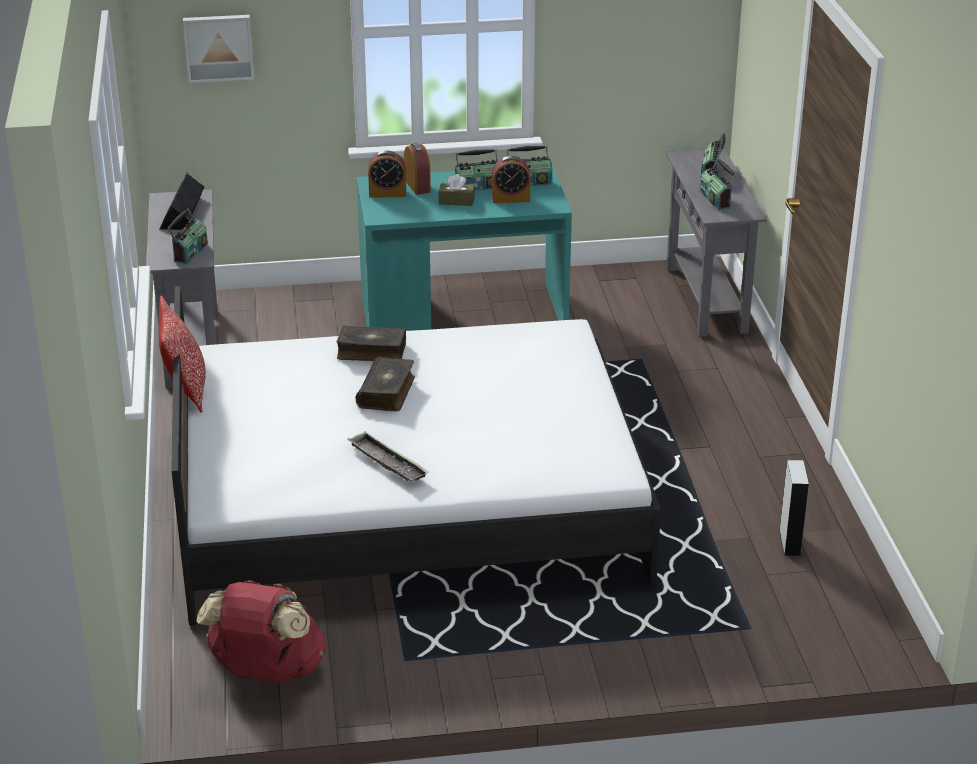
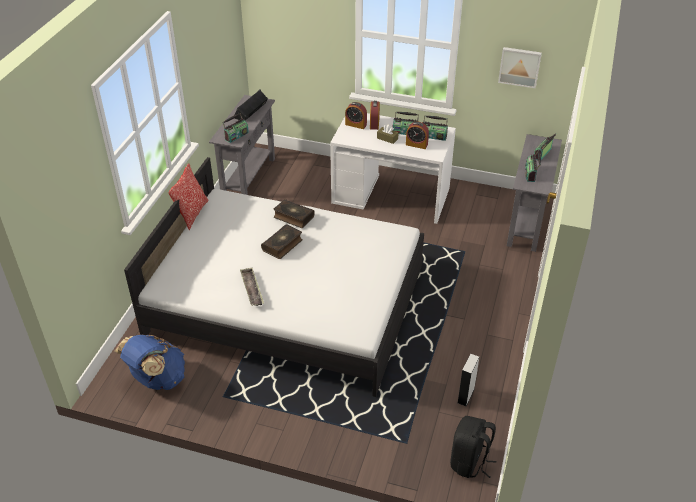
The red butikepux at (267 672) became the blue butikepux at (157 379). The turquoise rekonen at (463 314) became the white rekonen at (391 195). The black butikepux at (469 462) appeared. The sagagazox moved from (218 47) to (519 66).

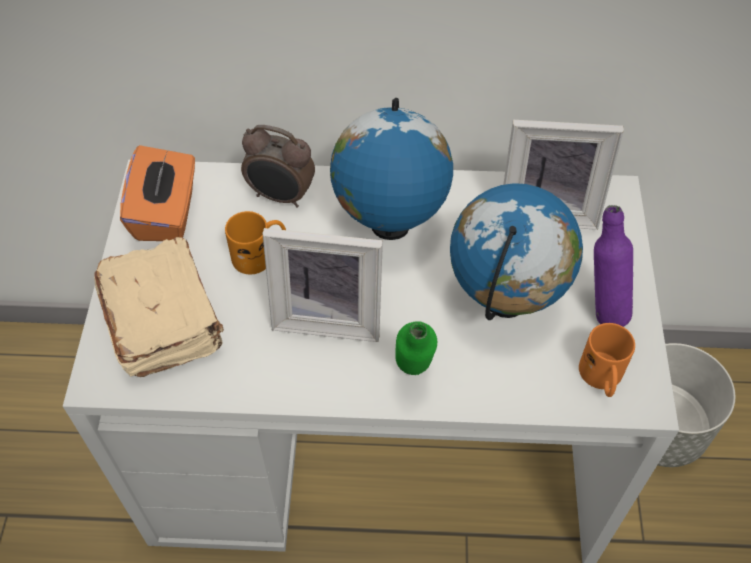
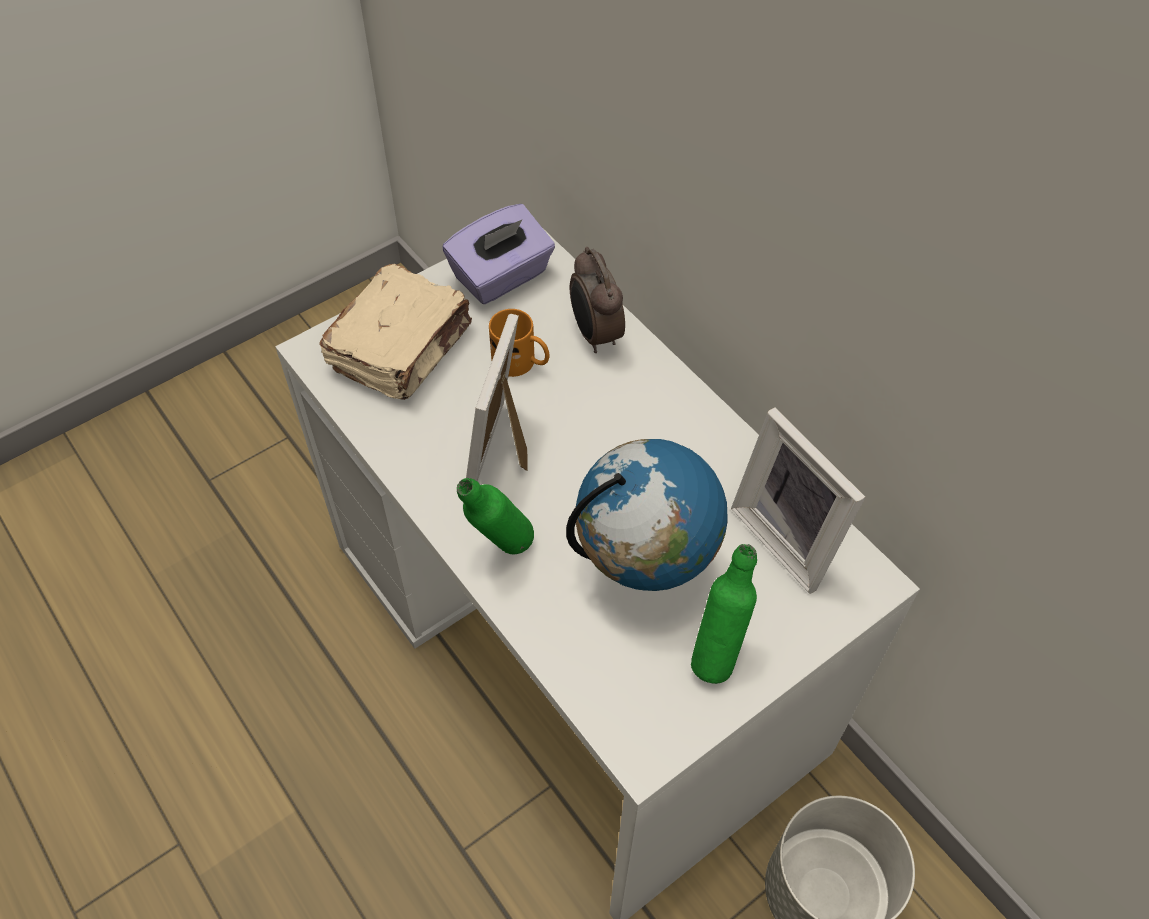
The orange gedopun at (167 213) became the purple gedopun at (501 277). The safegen at (328 316) turned 45 degrees clockwise. The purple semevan at (601 308) became the green semevan at (716 653). The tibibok at (389 226) disappeared. The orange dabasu at (602 378) disappeared.

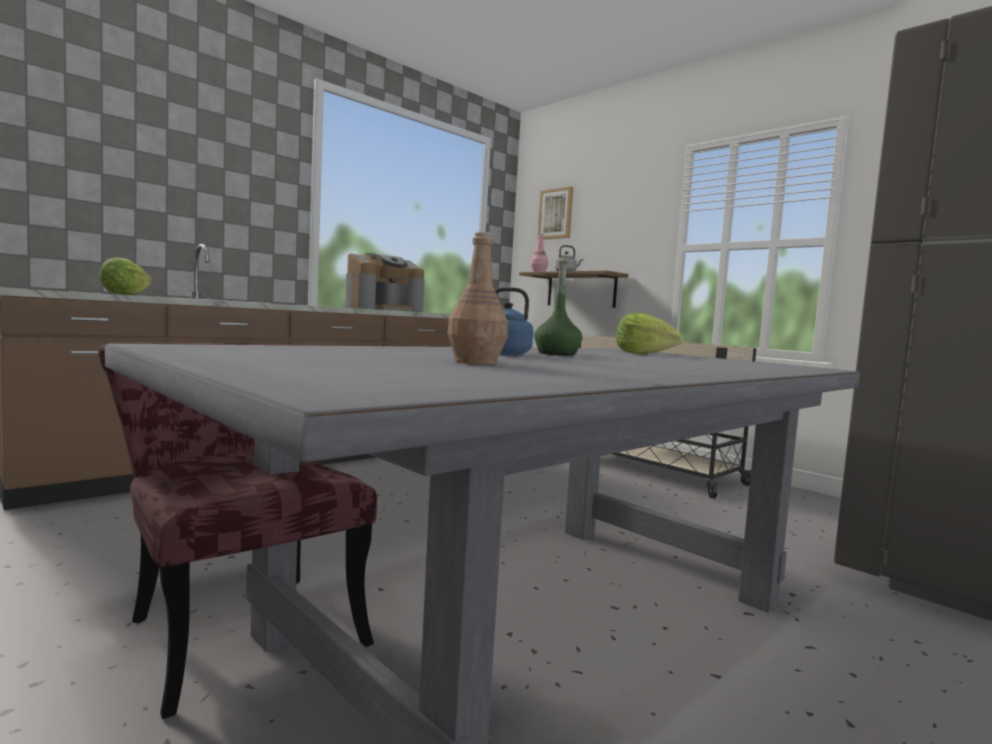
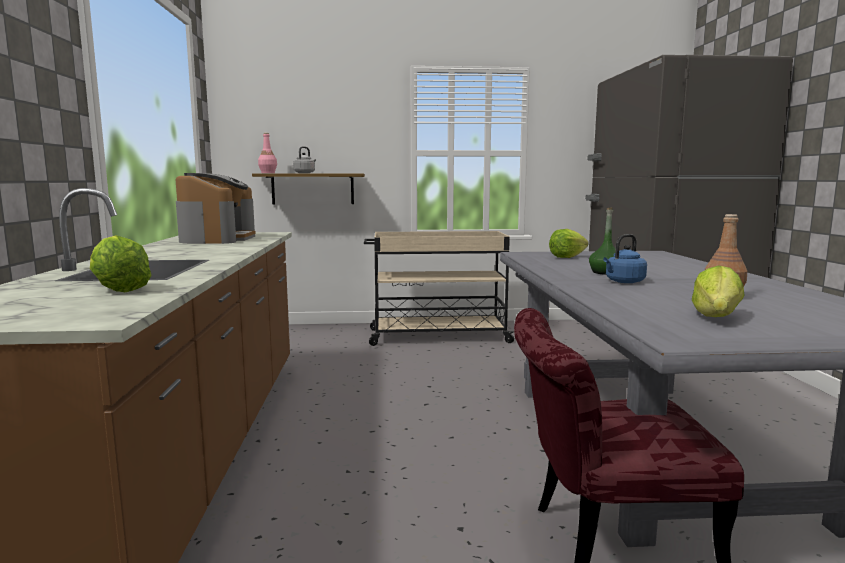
The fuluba at (716 317) appeared. The sagagazox at (556 214) disappeared.

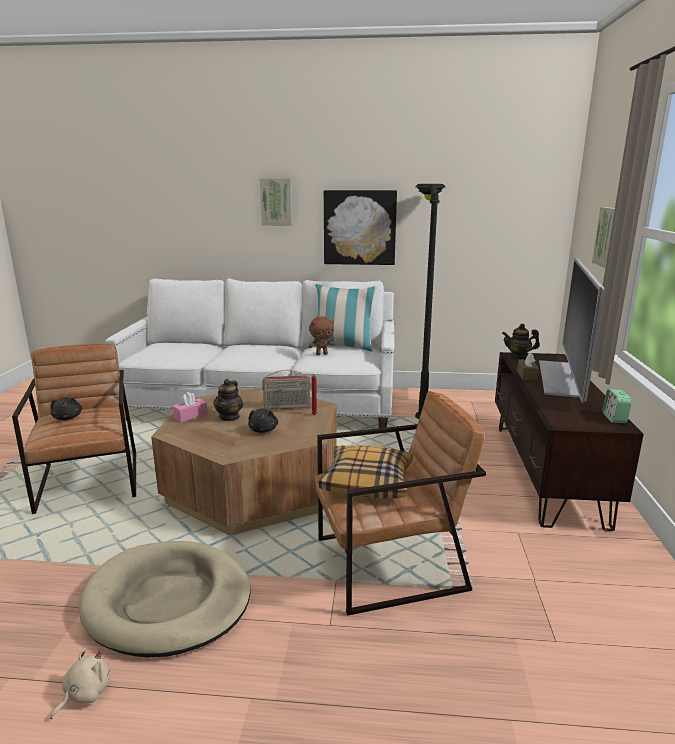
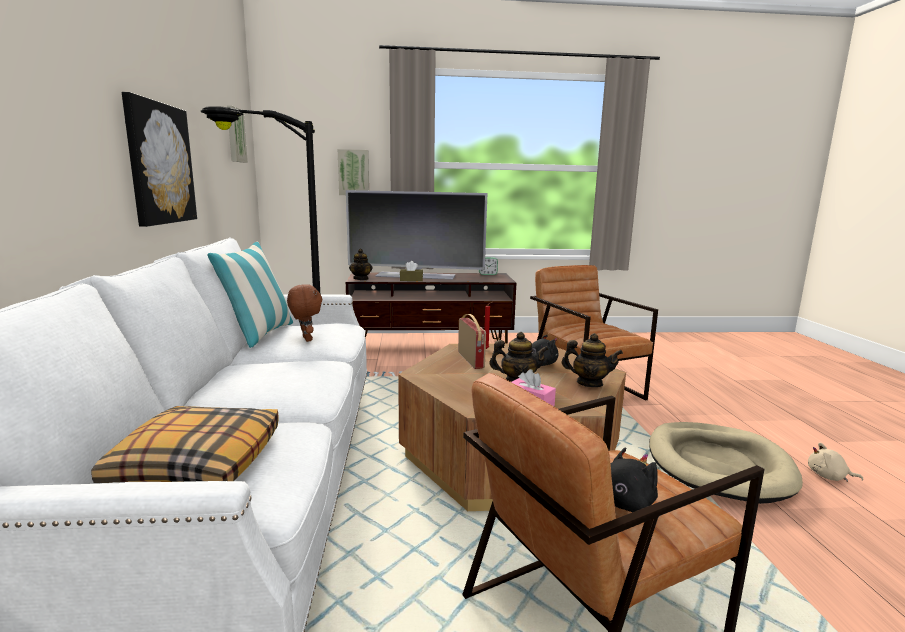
The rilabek moved from (367 481) to (197 461). The sagagazox moved from (276 202) to (235 135). The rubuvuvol at (589 383) appeared.

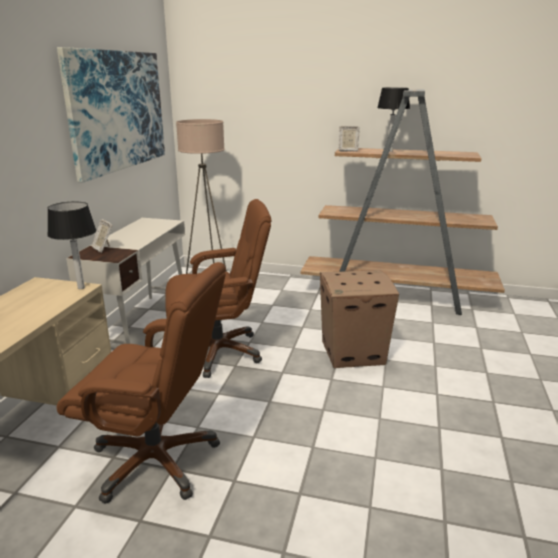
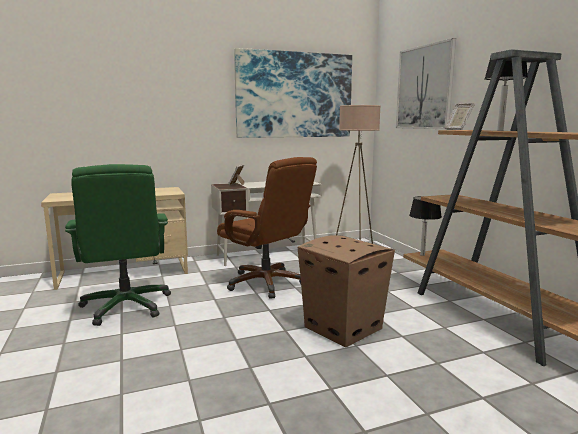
The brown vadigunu at (156 460) became the green vadigunu at (126 306). The sagagazox at (424 87) appeared. The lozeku moved from (81 287) to (422 255).

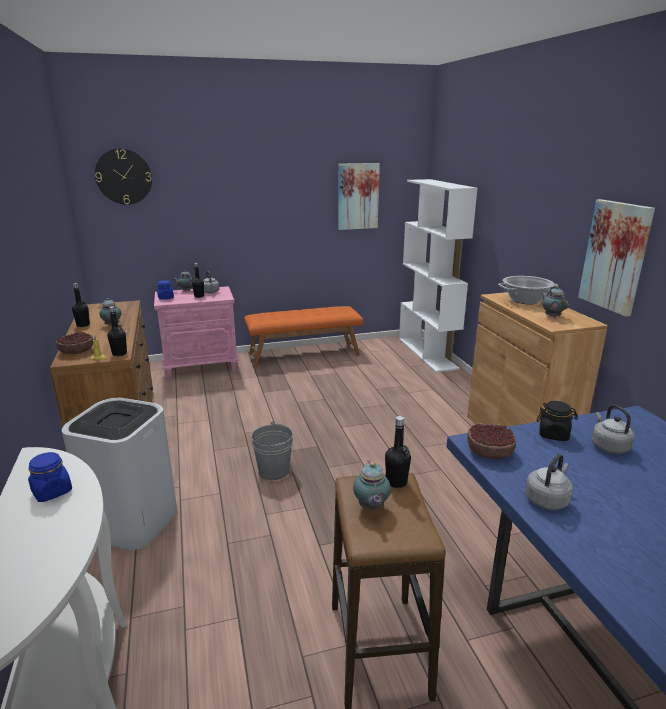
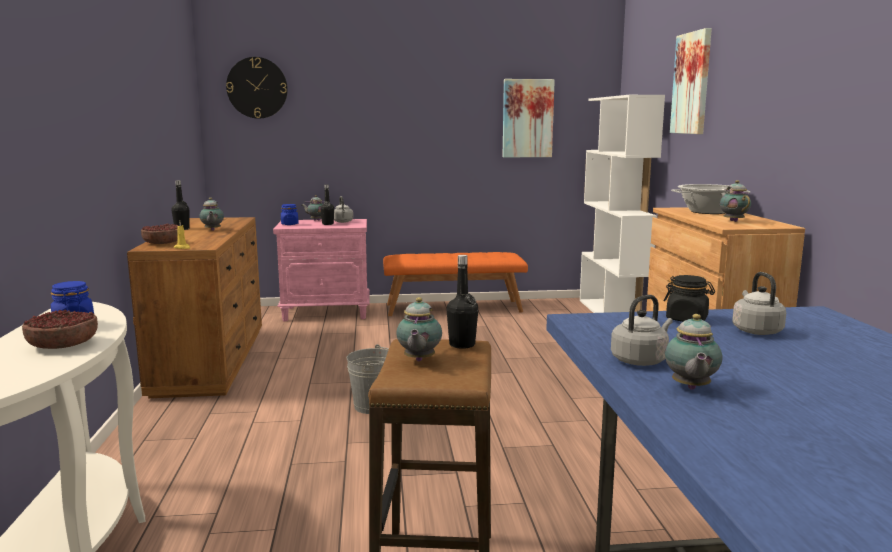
The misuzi moved from (490 451) to (63 345). The rubuvuvol at (690 388) appeared. The sagagazox moved from (615 256) to (692 83). The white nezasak at (132 521) disappeared. The black semevan at (119 353) disappeared.

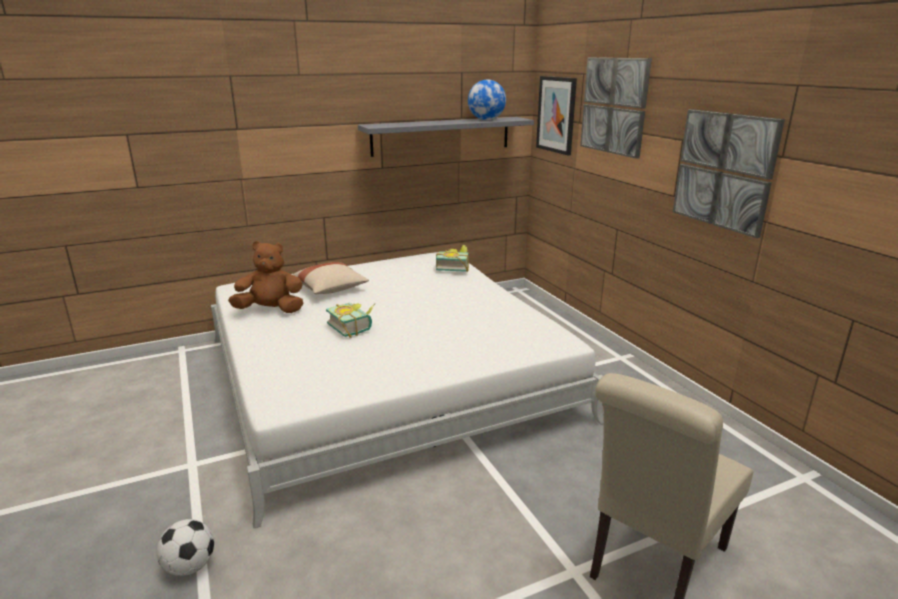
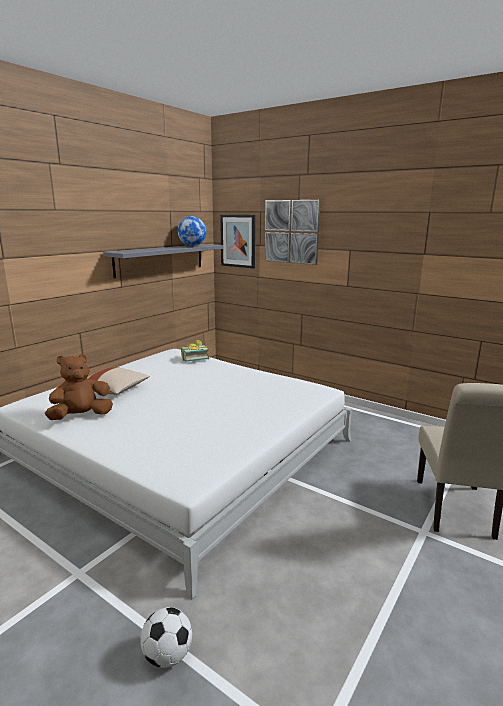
The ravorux at (353 327) disappeared. The sagagazox at (724 170) disappeared.

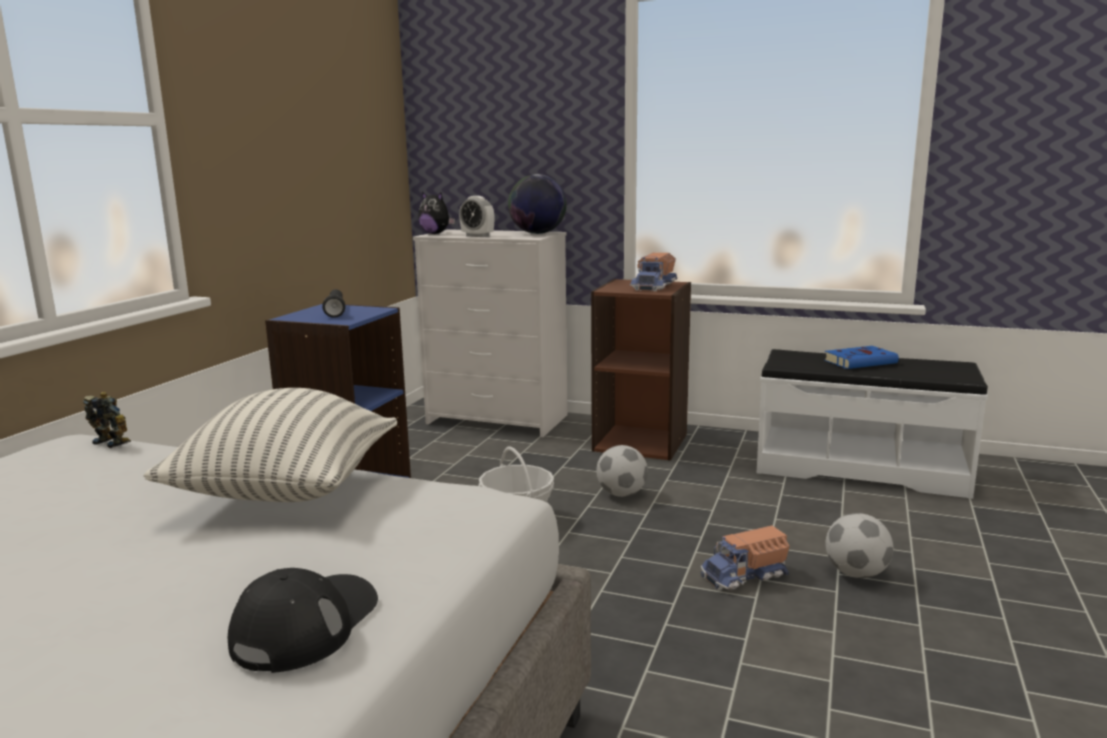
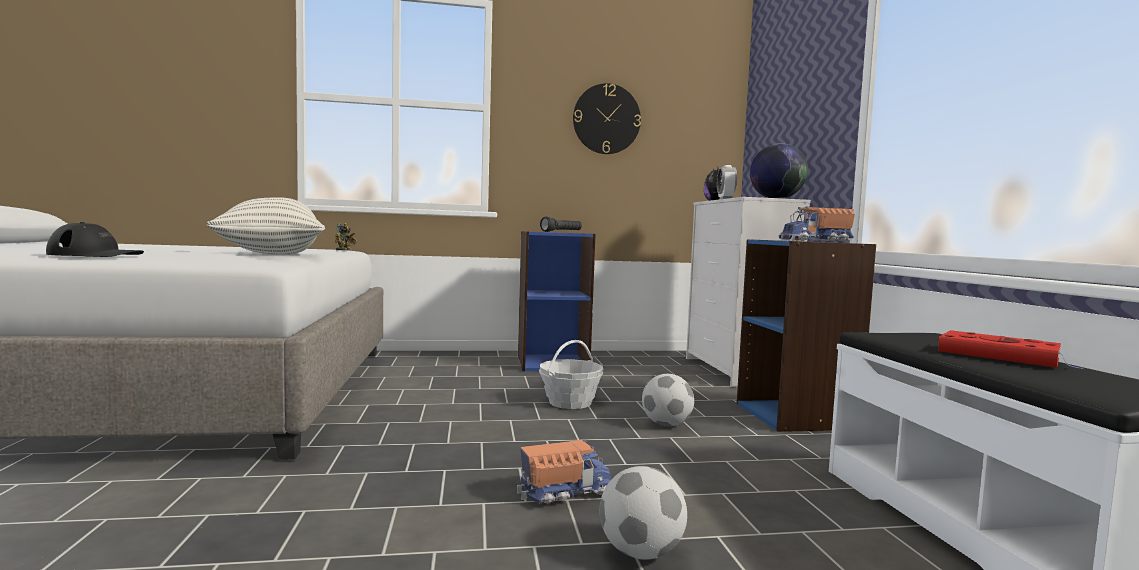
The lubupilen at (745 576) turned 120 degrees clockwise. The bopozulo at (606 119) appeared. The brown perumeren at (641 442) became the blue perumeren at (796 416). The blue ravorux at (861 362) became the red ravorux at (1001 356).

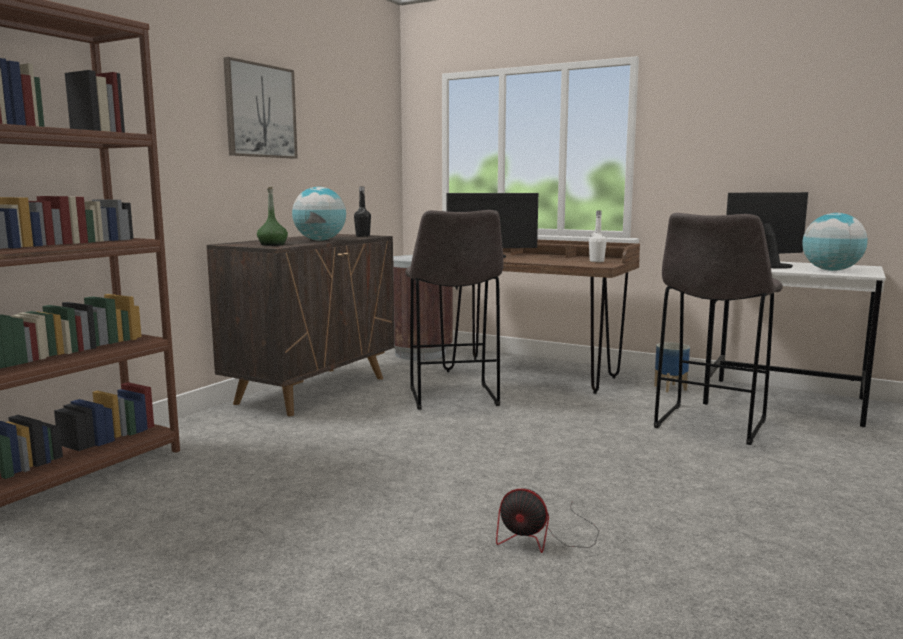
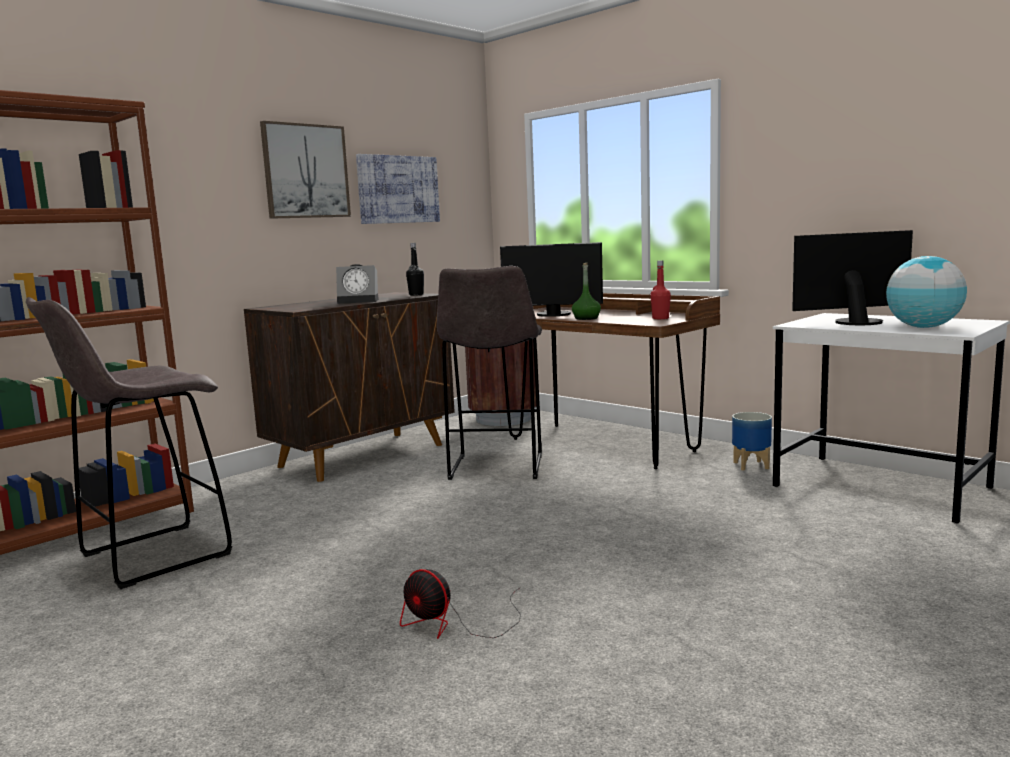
The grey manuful moved from (709 425) to (150 556). The tibibok at (320 240) was replaced by the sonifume at (360 301). The sagagazox at (398 189) appeared. The green semevan moved from (272 245) to (586 318). The white semevan at (596 261) became the red semevan at (660 318).

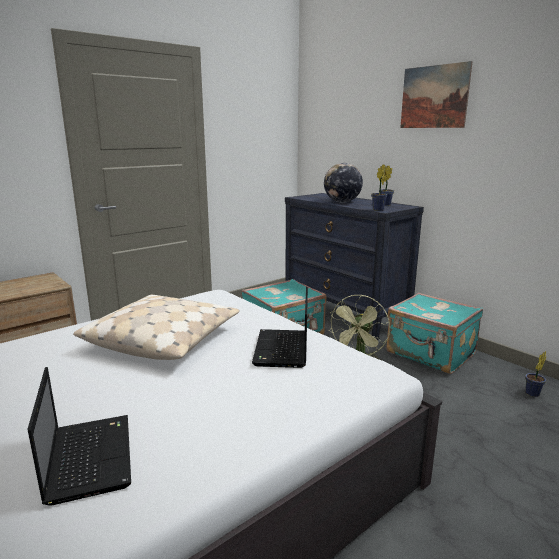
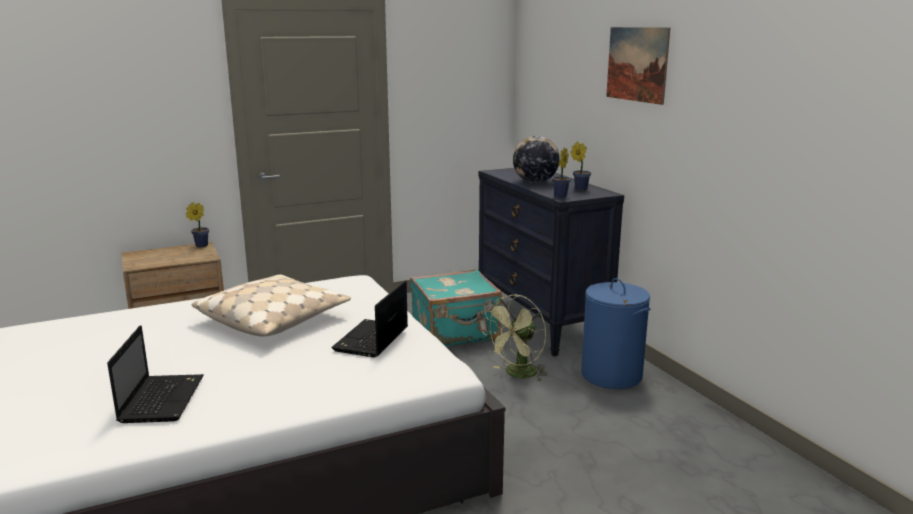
The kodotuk moved from (531 394) to (200 246). The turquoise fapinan at (430 354) was replaced by the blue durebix at (612 375).

